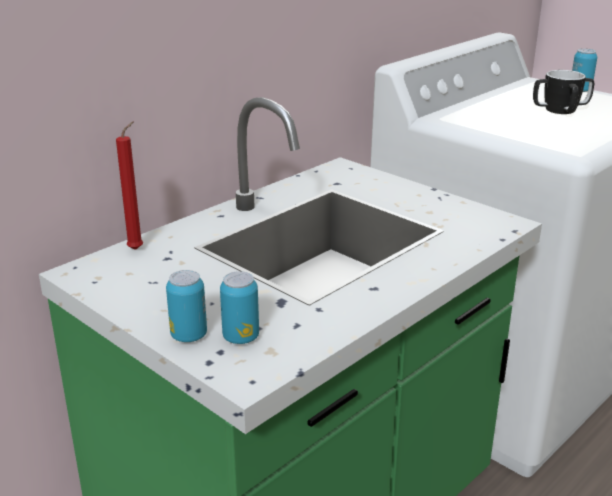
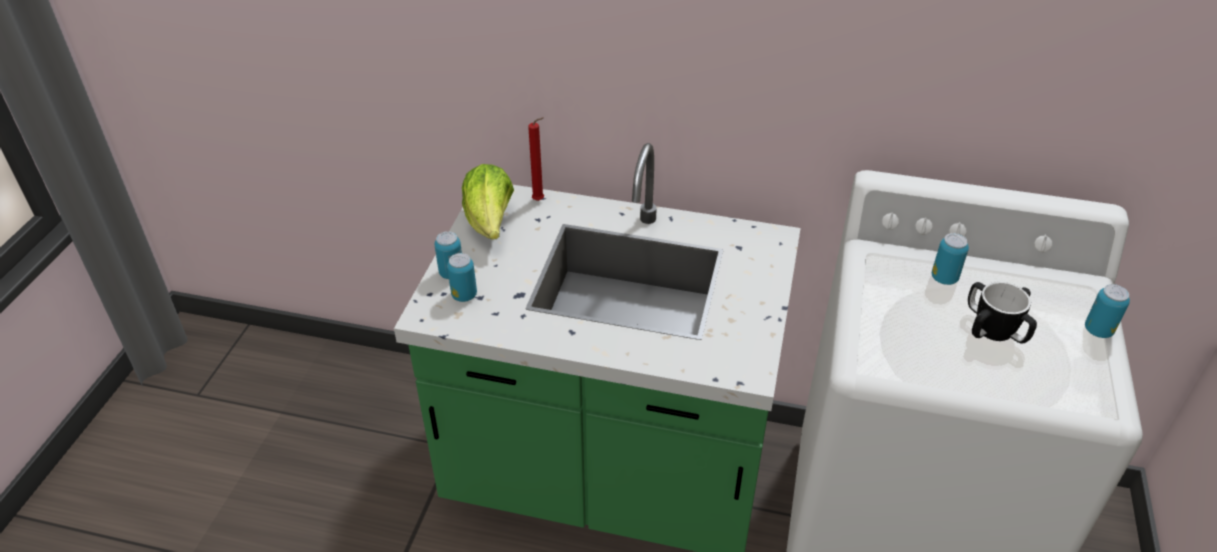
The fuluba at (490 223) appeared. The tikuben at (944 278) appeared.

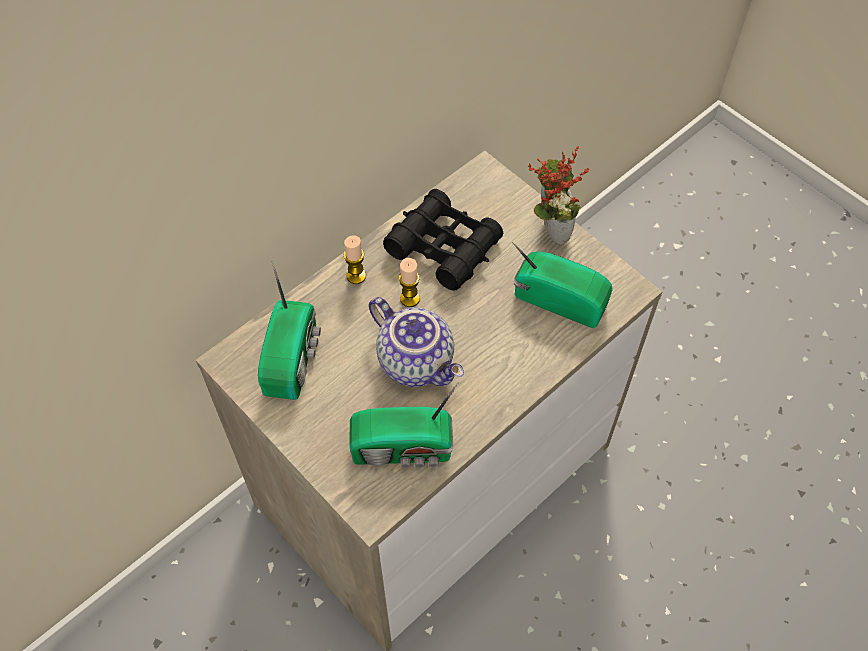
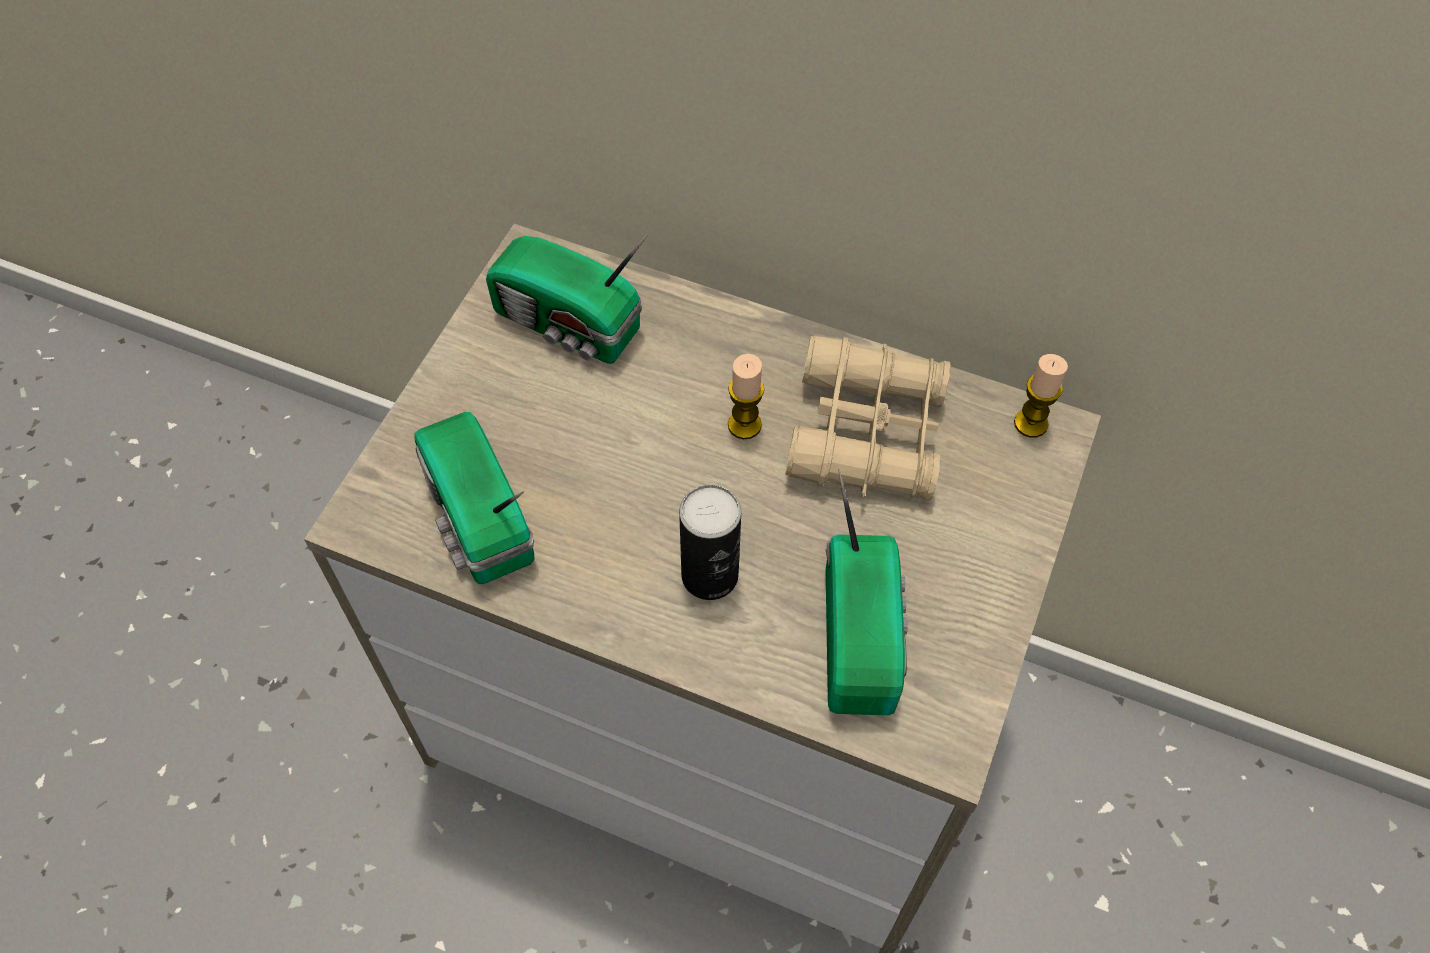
The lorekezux at (293 357) turned 45 degrees clockwise. The tikuben at (709 575) appeared. The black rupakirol at (444 247) became the beige rupakirol at (867 432). The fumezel moved from (356 276) to (1030 423). The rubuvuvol at (417 361) disappeared. The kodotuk at (549 229) disappeared.

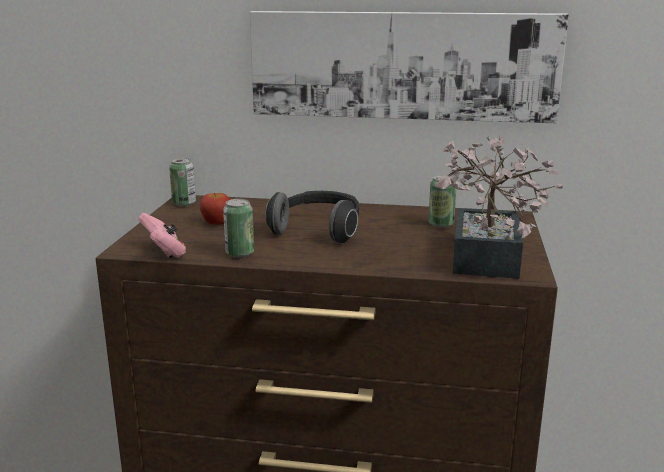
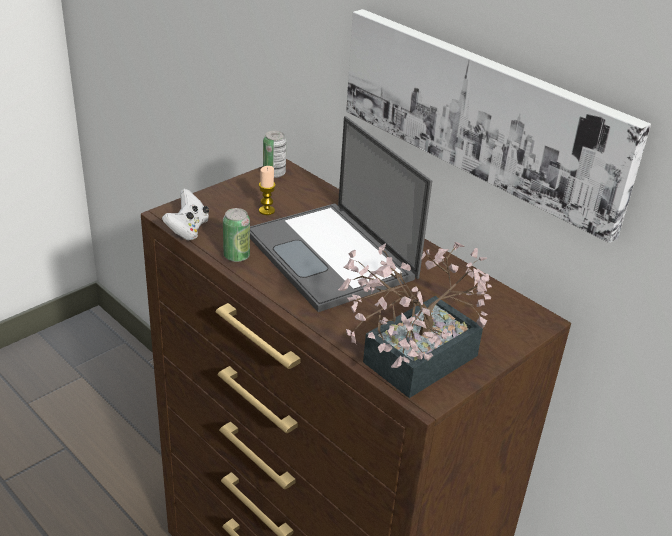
The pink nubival at (164 252) became the white nubival at (188 229). The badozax at (318 230) was replaced by the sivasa at (332 256). The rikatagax at (216 223) was replaced by the fumezel at (266 211). The tikuben at (441 224) disappeared.

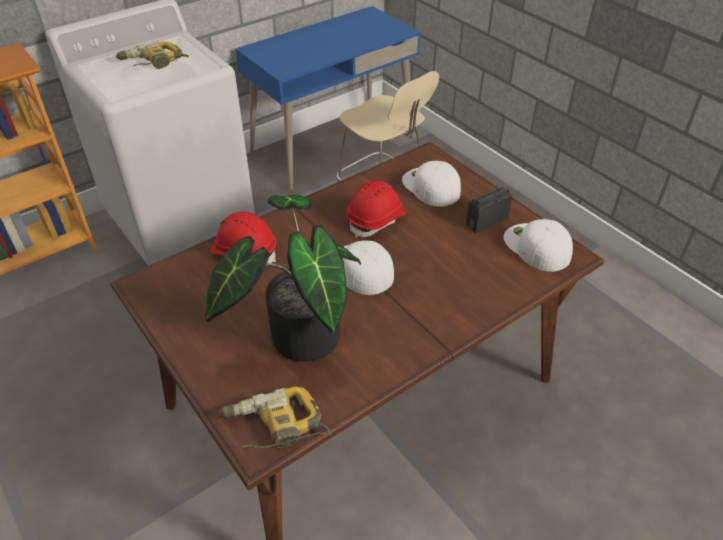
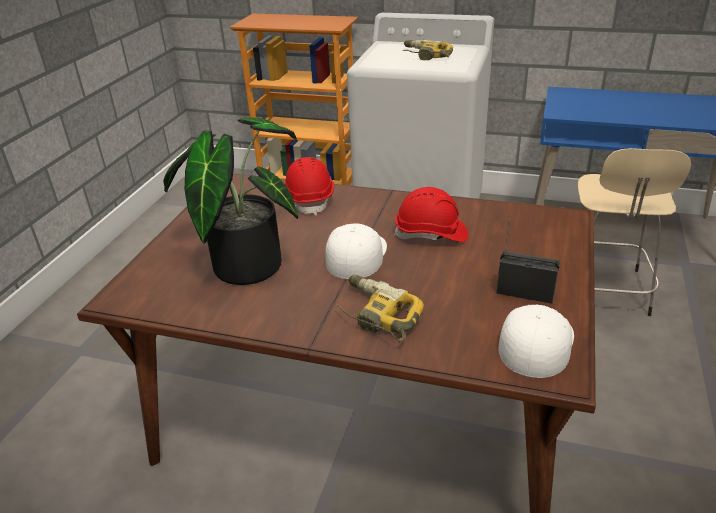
The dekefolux moved from (274 427) to (375 315). The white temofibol at (430 186) disappeared.

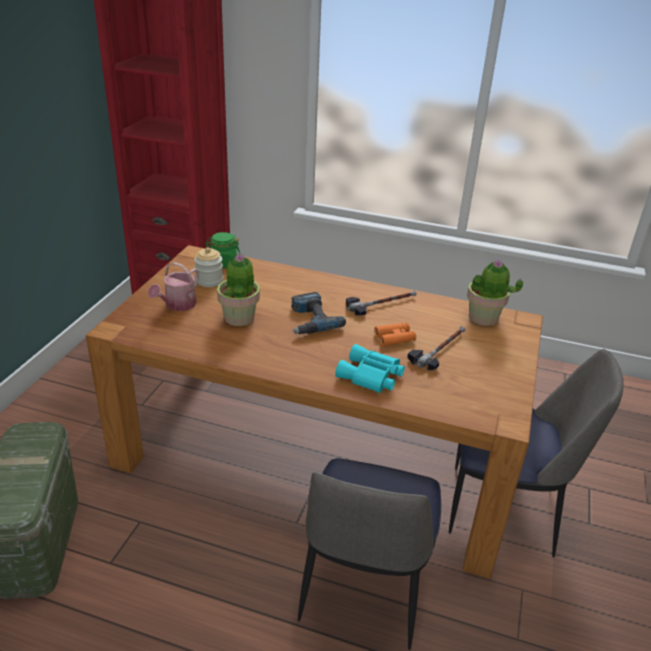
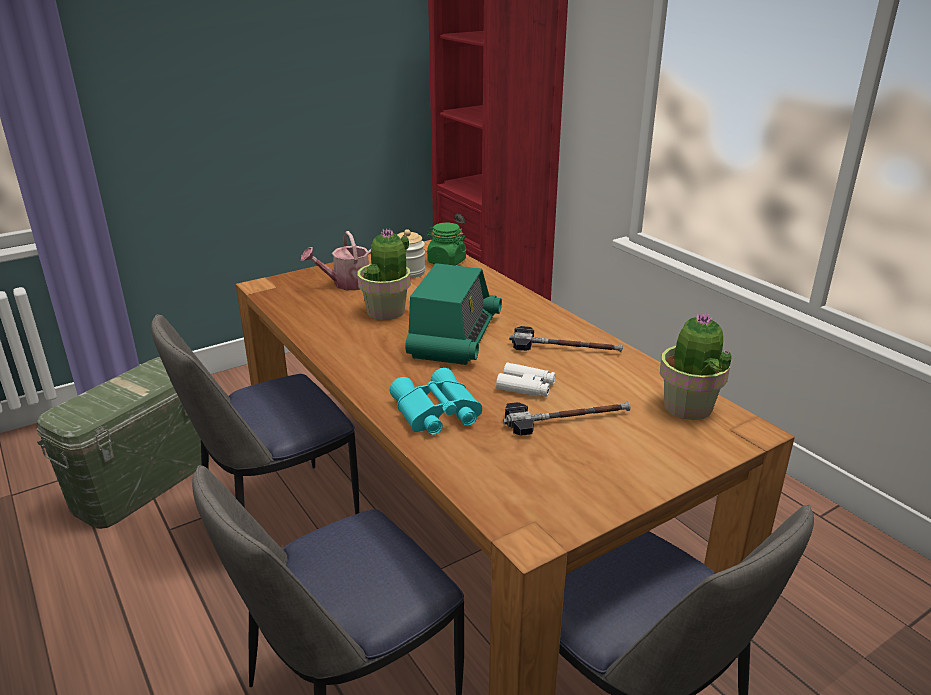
The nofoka at (275 516) appeared. The dekefolux at (310 320) was replaced by the lorekezux at (454 337). The orange rupakirol at (394 338) became the white rupakirol at (526 387).

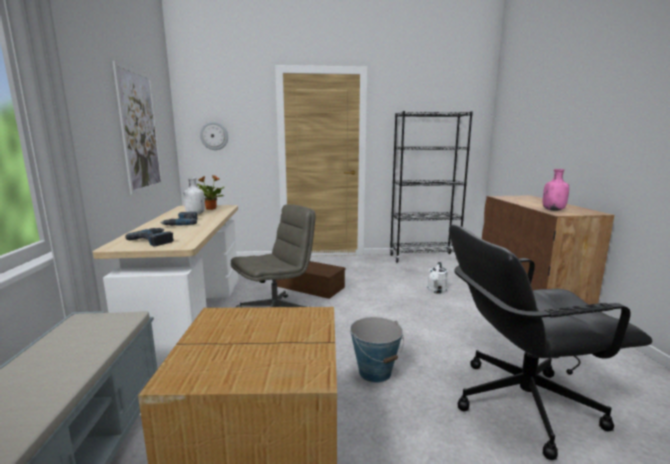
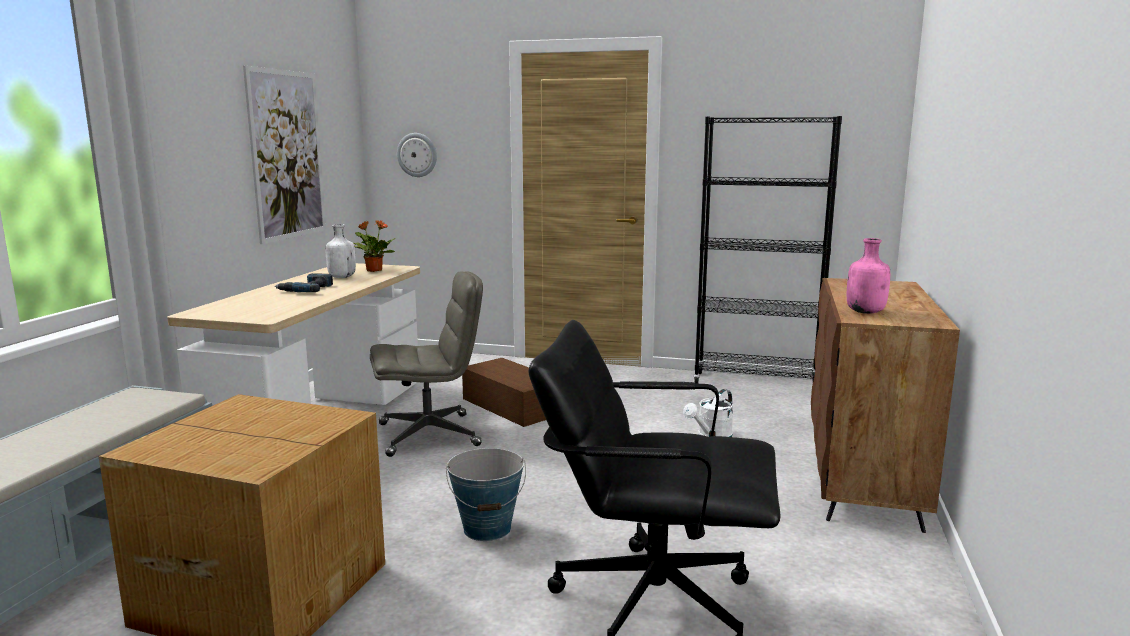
The dekefolux at (155 240) disappeared.

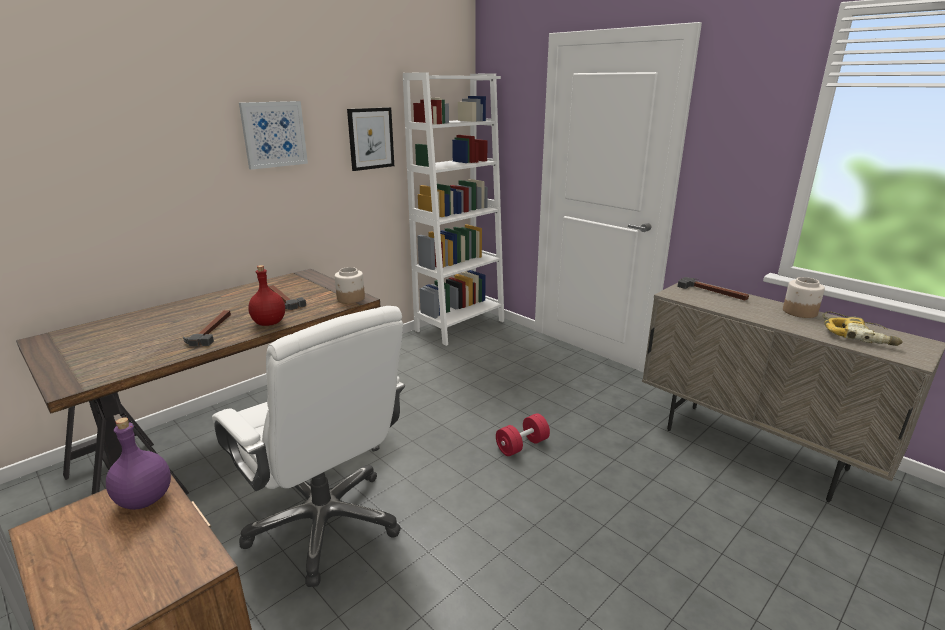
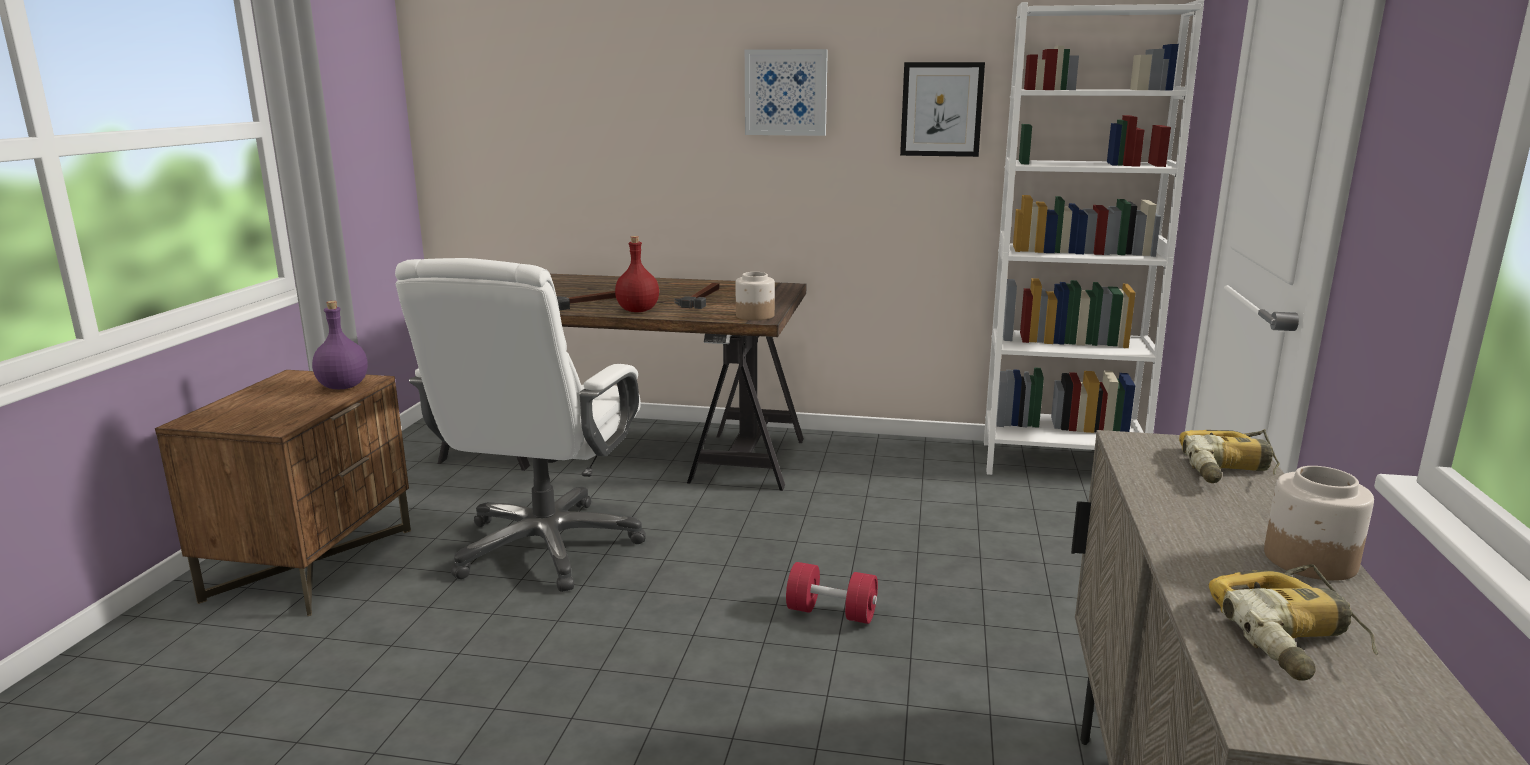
The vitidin at (713 292) was replaced by the dekefolux at (1230 469).

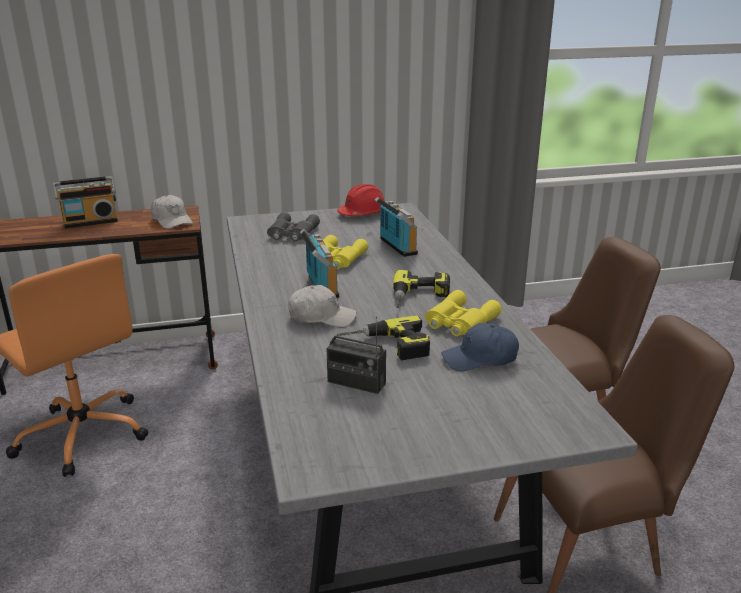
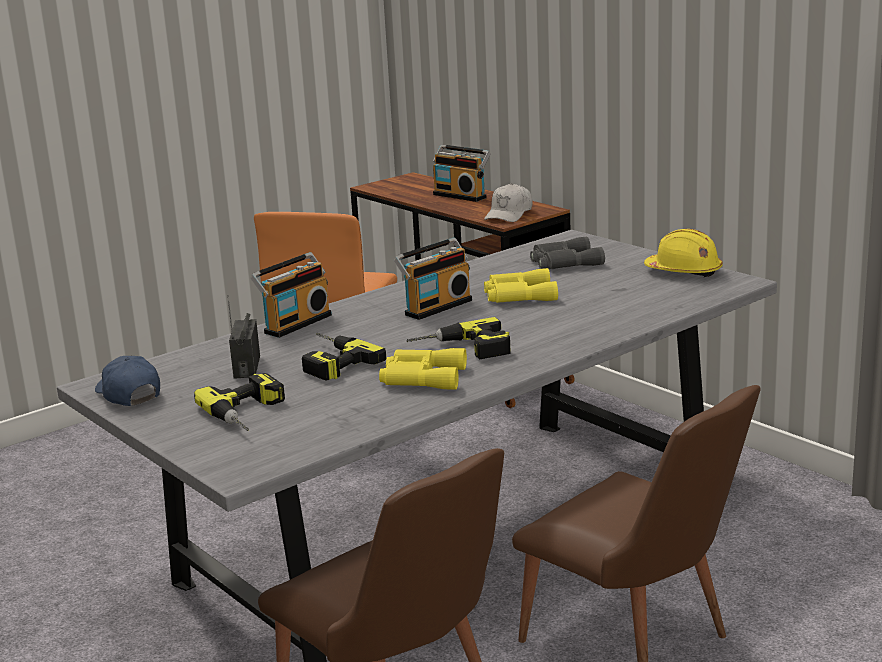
The blue temofibol moved from (480 358) to (128 394). The dekefolux at (251 413) appeared. The lorekezux moved from (395 247) to (295 323). The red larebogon at (363 213) became the yellow larebogon at (684 271). The white temofibol at (321 317) disappeared.

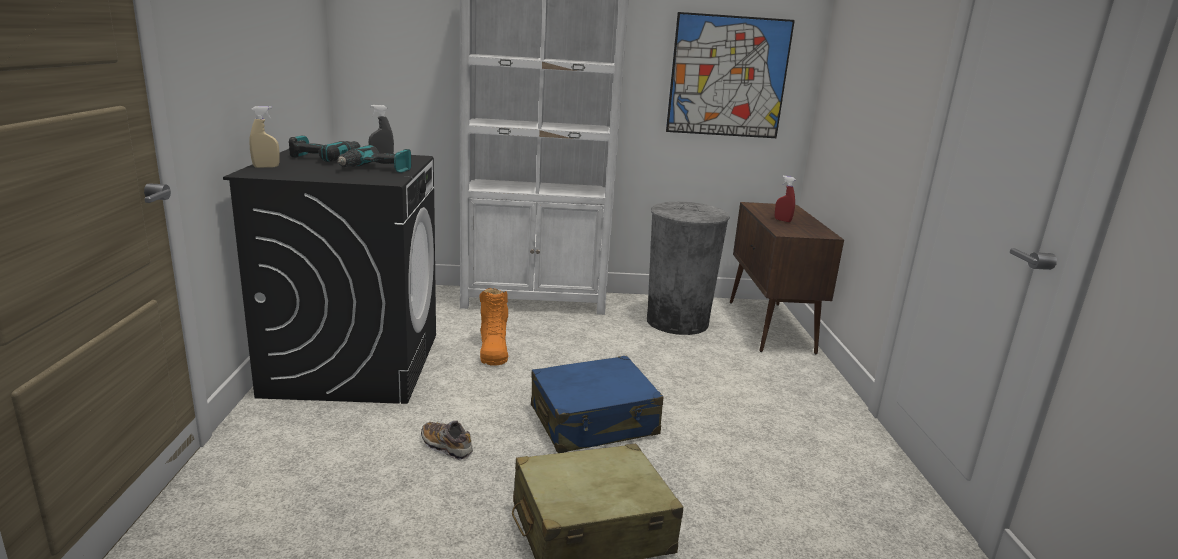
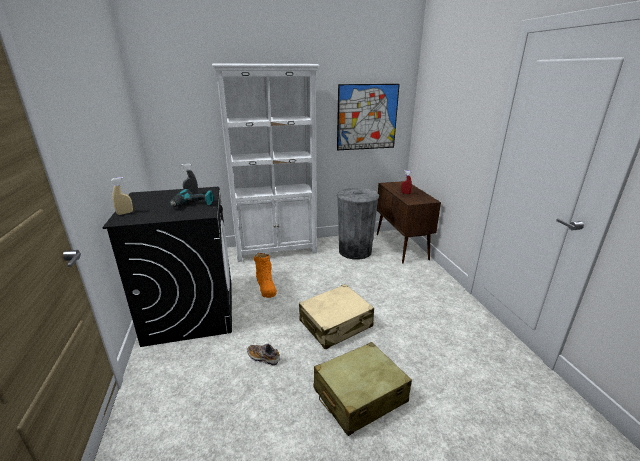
The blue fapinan at (594 421) became the beige fapinan at (336 324). The dekefolux at (325 158) disappeared.

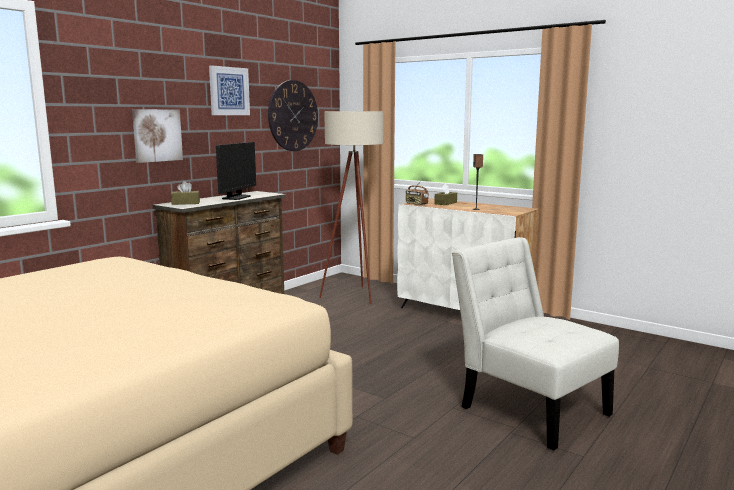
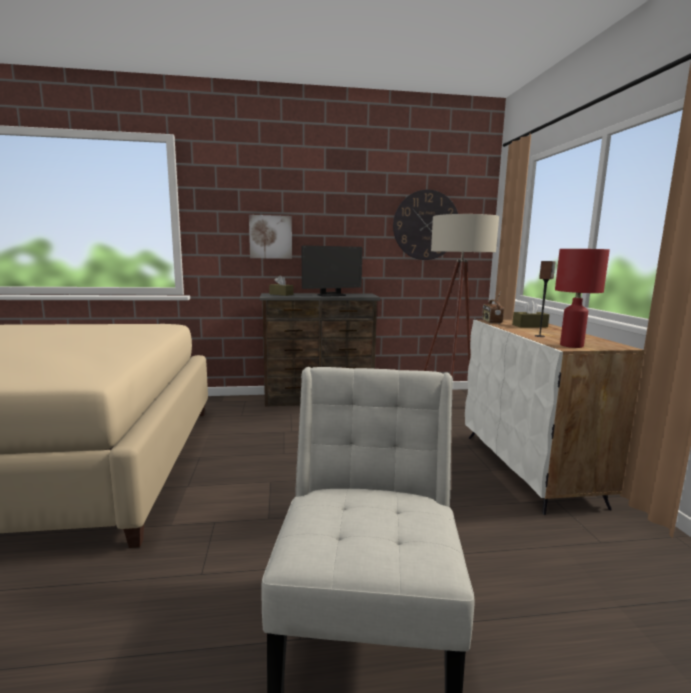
The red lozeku at (572 345) appeared. The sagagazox at (229 91) disappeared.

